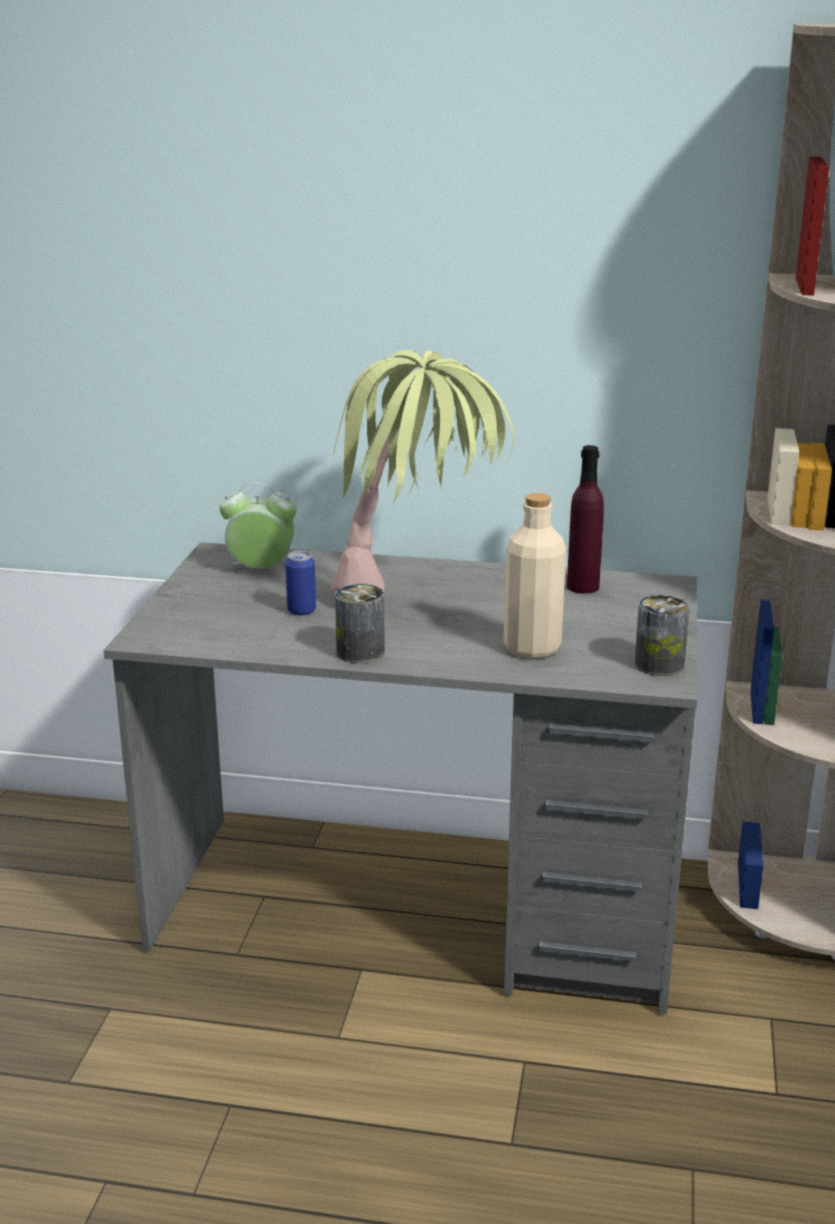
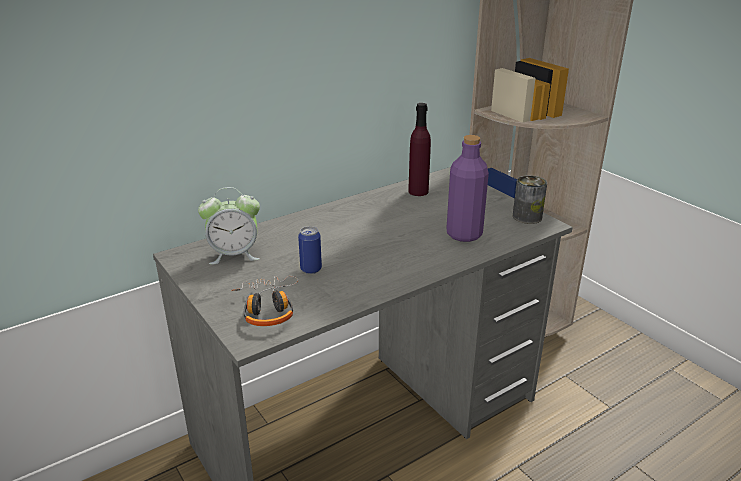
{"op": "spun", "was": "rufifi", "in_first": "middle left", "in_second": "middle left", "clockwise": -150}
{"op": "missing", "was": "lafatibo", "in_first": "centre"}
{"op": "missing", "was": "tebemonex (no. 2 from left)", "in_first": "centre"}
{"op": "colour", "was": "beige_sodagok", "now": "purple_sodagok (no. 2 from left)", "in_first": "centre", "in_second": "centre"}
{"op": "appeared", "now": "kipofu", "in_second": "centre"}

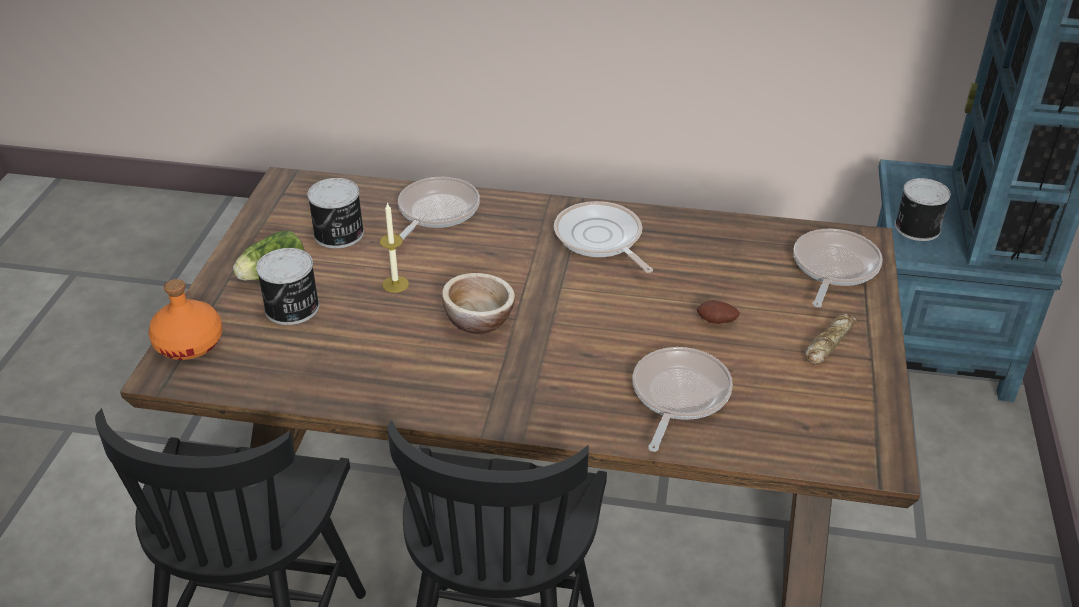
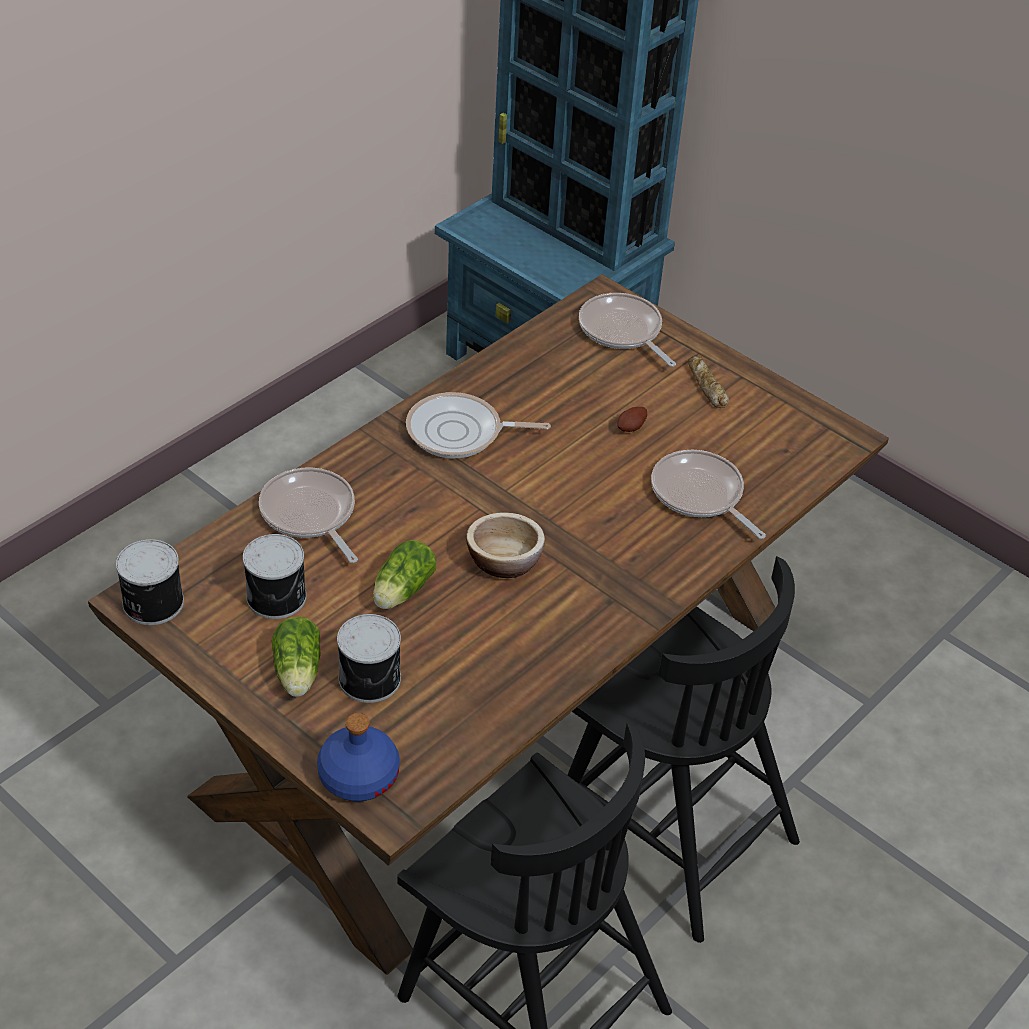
{"op": "colour", "was": "orange_sodagok", "now": "blue_sodagok", "in_first": "middle left", "in_second": "bottom centre"}
{"op": "exchanged", "was": "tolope", "now": "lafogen (no. 2 from left)", "in_first": "centre", "in_second": "centre"}
{"op": "relocated", "was": "tebemonex (no. 3 from left in the first image)", "now": "tebemonex (no. 1 from left)", "in_first": "middle right", "in_second": "middle left"}

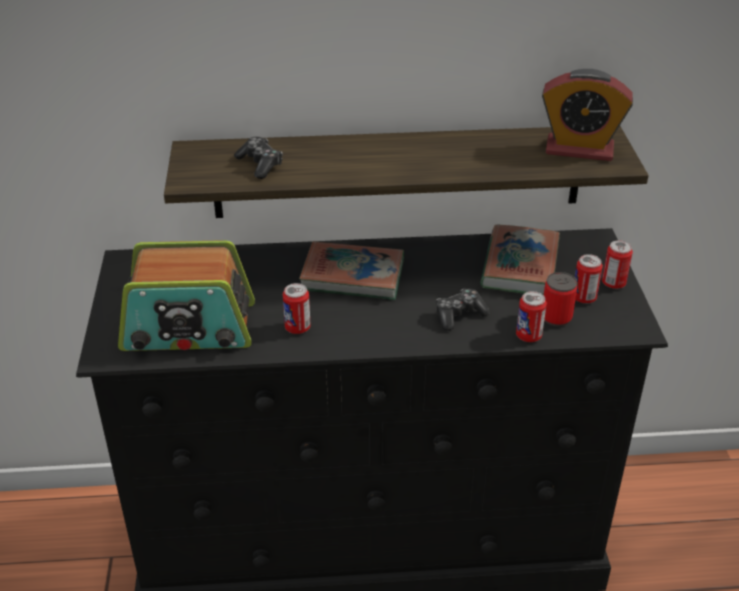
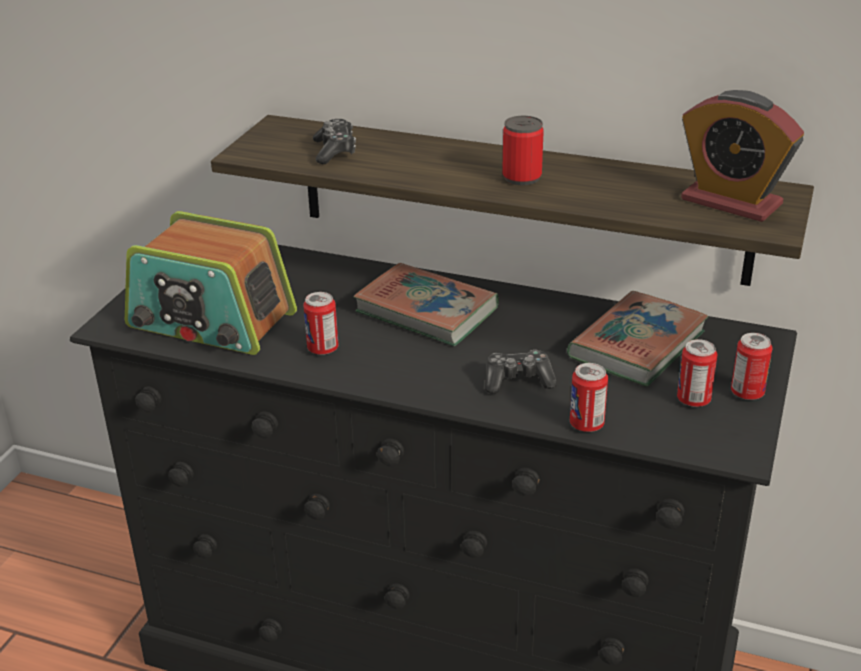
{"op": "relocated", "was": "tebemonex (no. 3 from left in the first image)", "now": "tebemonex (no. 2 from left)", "in_first": "middle right", "in_second": "top centre"}

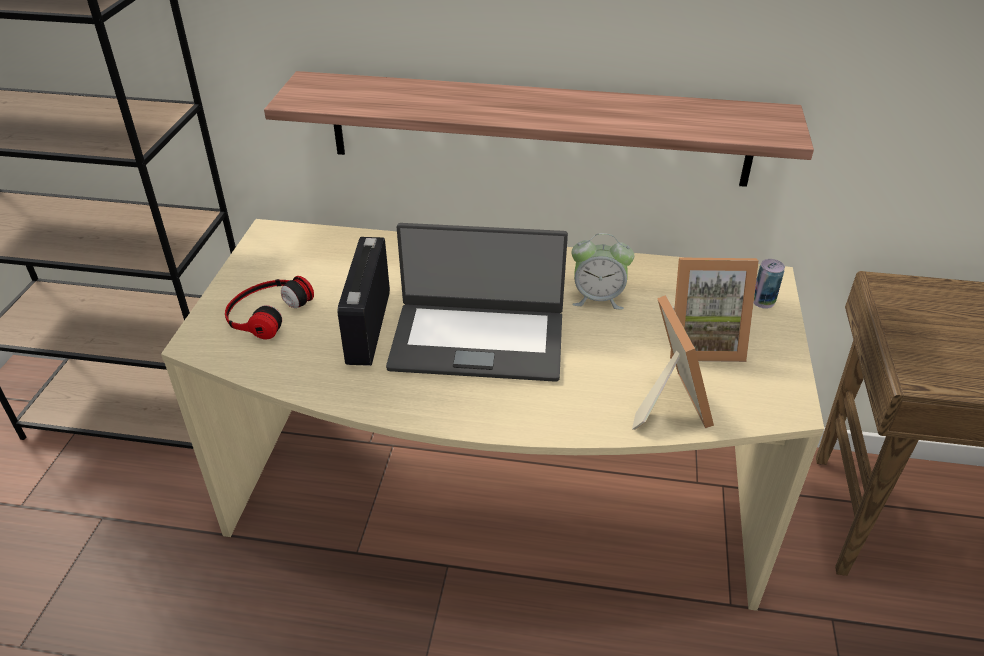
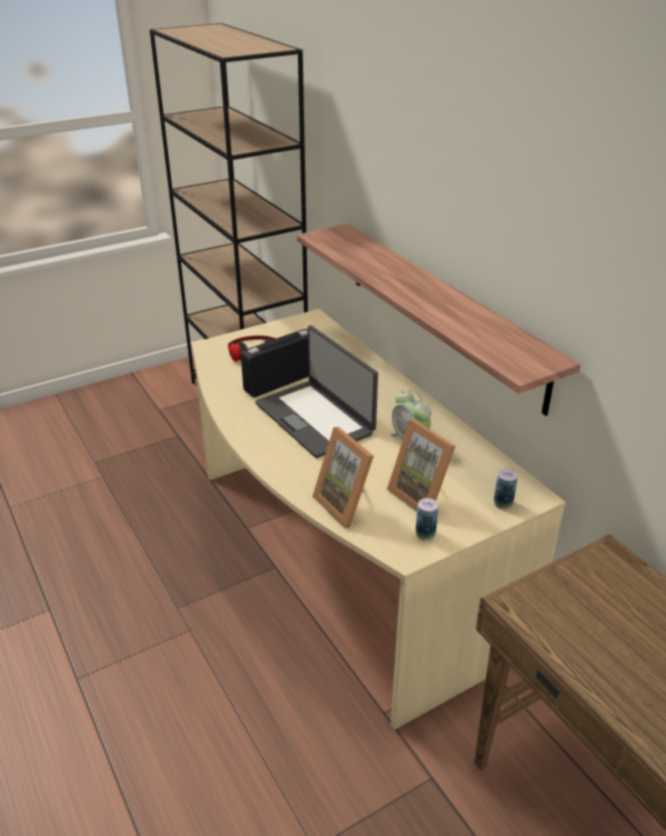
{"op": "spun", "was": "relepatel (no. 1 from left)", "in_first": "middle right", "in_second": "centre", "clockwise": 105}
{"op": "appeared", "now": "tebemonex (no. 1 from left)", "in_second": "centre"}

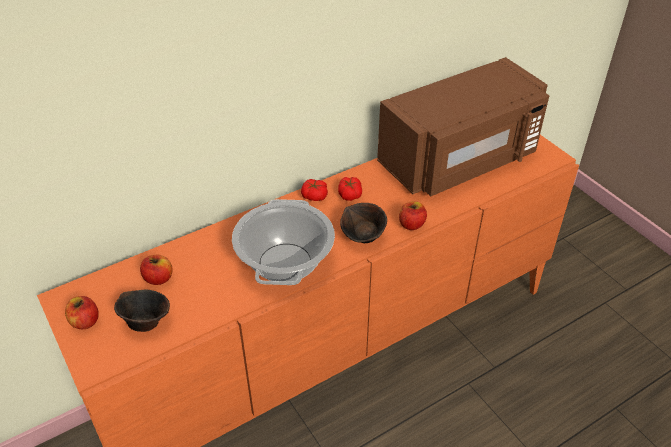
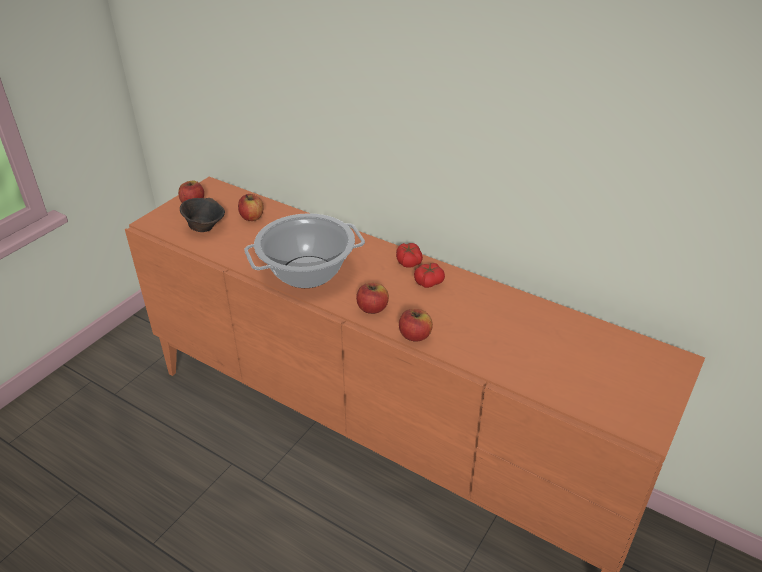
{"op": "exchanged", "was": "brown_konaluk (no. 2 from left)", "now": "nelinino (no. 3 from left)", "in_first": "centre", "in_second": "centre"}
{"op": "missing", "was": "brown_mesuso", "in_first": "top right"}

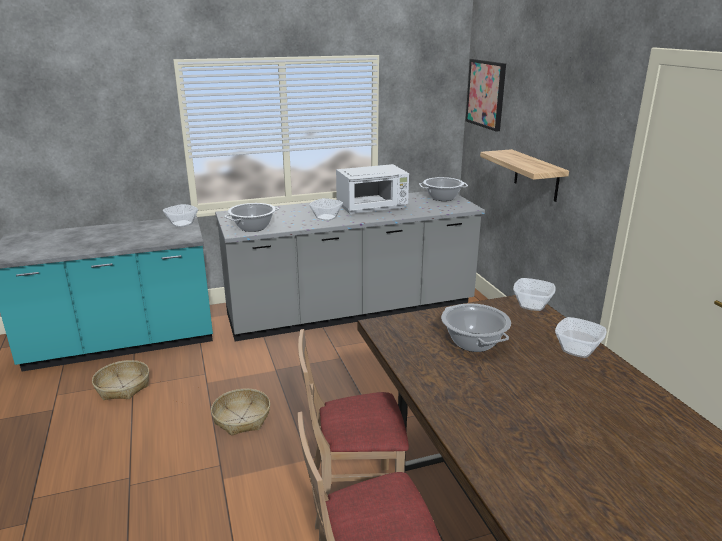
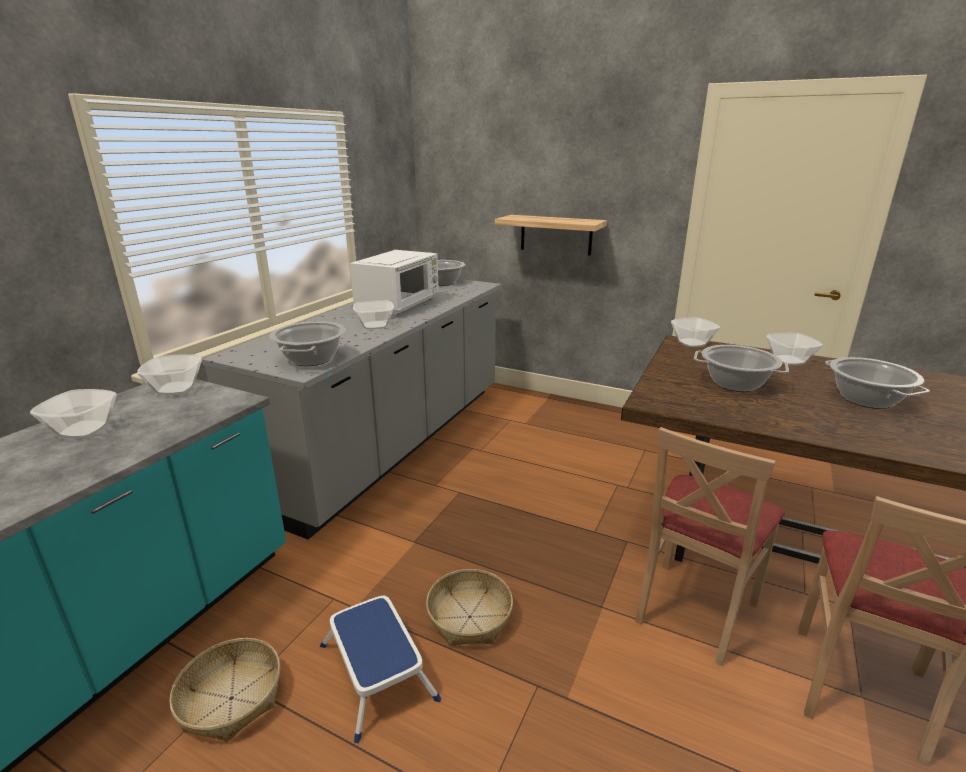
{"op": "missing", "was": "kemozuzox", "in_first": "top right"}
{"op": "appeared", "now": "konaluk (no. 1 from left)", "in_second": "middle left"}
{"op": "appeared", "now": "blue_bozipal", "in_second": "bottom centre"}
{"op": "appeared", "now": "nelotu (no. 4 from left)", "in_second": "middle right"}

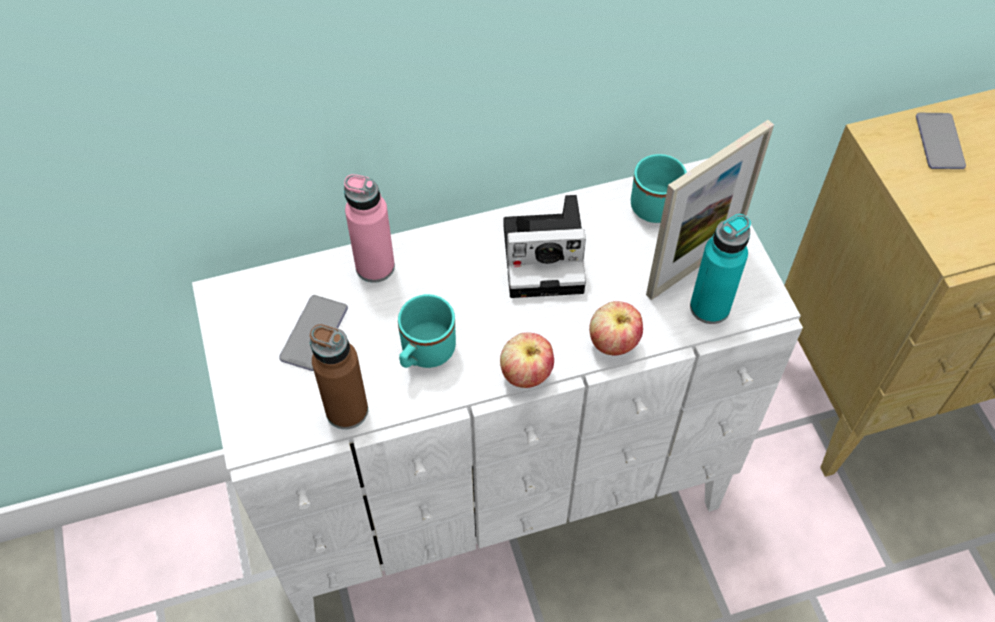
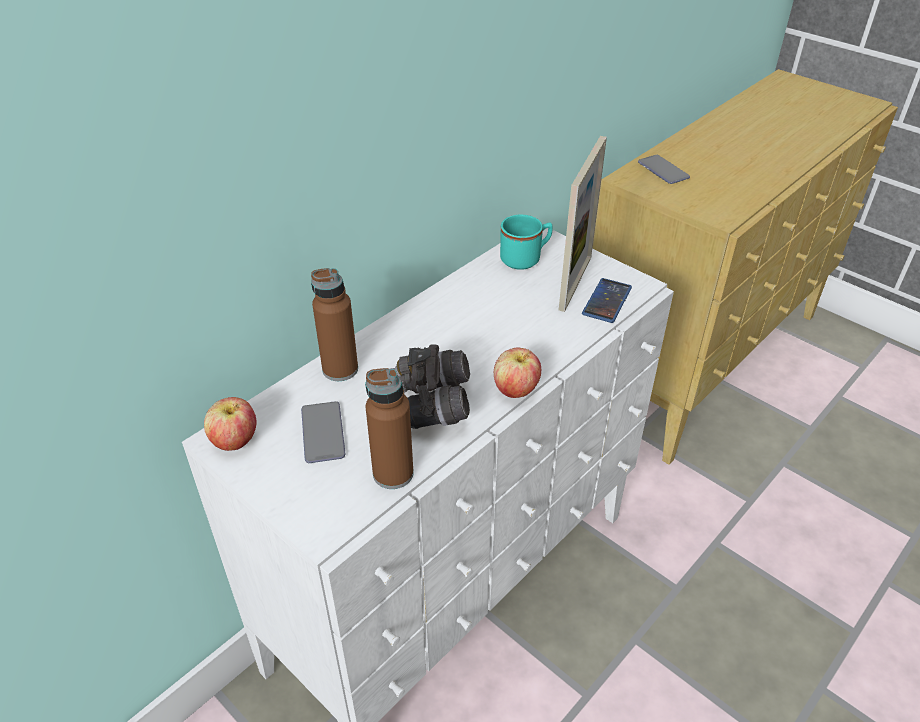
{"op": "colour", "was": "pink_sodagok", "now": "brown_sodagok (no. 1 from left)", "in_first": "centre", "in_second": "centre"}
{"op": "exchanged", "was": "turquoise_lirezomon (no. 1 from left)", "now": "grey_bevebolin", "in_first": "centre", "in_second": "centre"}
{"op": "missing", "was": "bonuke", "in_first": "centre"}
{"op": "relocated", "was": "nelinino (no. 2 from left in the first image)", "now": "nelinino (no. 1 from left)", "in_first": "centre", "in_second": "middle left"}
{"op": "exchanged", "was": "turquoise_sodagok", "now": "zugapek (no. 2 from left)", "in_first": "middle right", "in_second": "centre"}

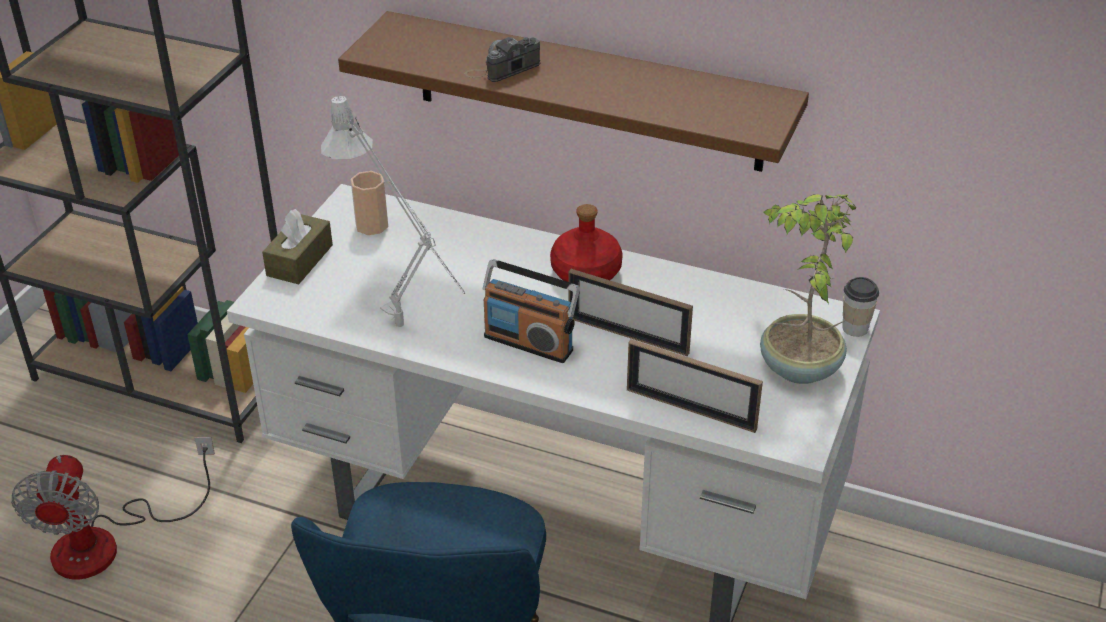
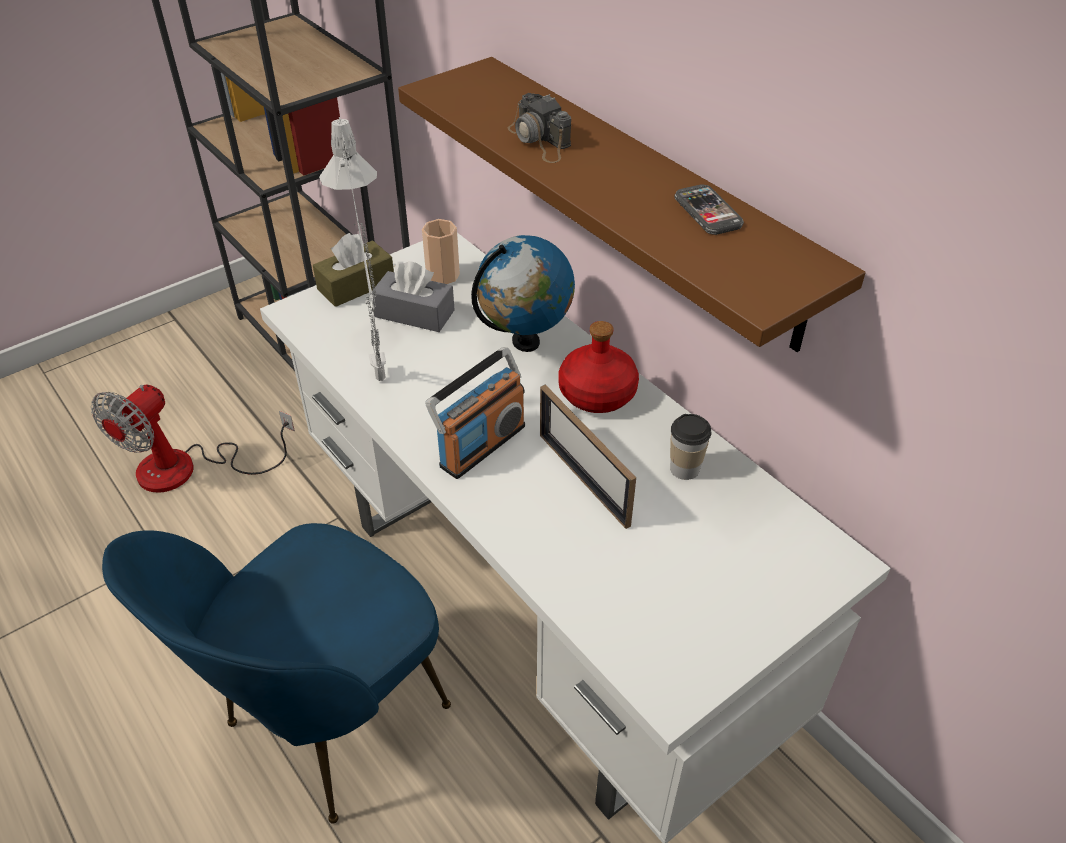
{"op": "spun", "was": "bonuke", "in_first": "top centre", "in_second": "top centre", "clockwise": -120}
{"op": "spun", "was": "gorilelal", "in_first": "centre", "in_second": "centre", "clockwise": -105}
{"op": "missing", "was": "relepatel (no. 2 from left)", "in_first": "centre"}
{"op": "missing", "was": "lafatibo", "in_first": "middle right"}
{"op": "relocated", "was": "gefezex (no. 2 from left)", "in_first": "middle right", "in_second": "centre"}
{"op": "appeared", "now": "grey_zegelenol", "in_second": "centre"}
{"op": "appeared", "now": "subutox", "in_second": "centre"}
{"op": "appeared", "now": "zugapek", "in_second": "top centre"}

